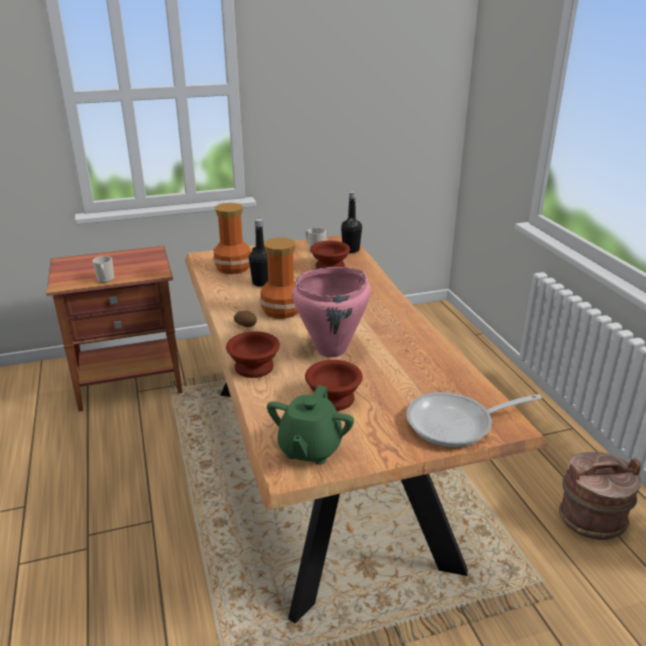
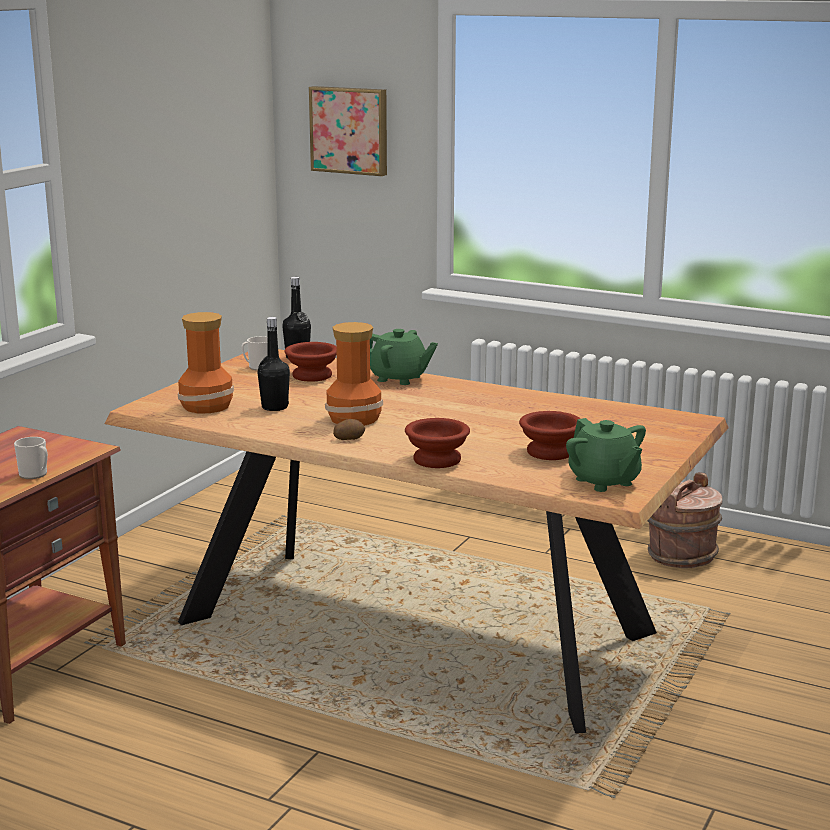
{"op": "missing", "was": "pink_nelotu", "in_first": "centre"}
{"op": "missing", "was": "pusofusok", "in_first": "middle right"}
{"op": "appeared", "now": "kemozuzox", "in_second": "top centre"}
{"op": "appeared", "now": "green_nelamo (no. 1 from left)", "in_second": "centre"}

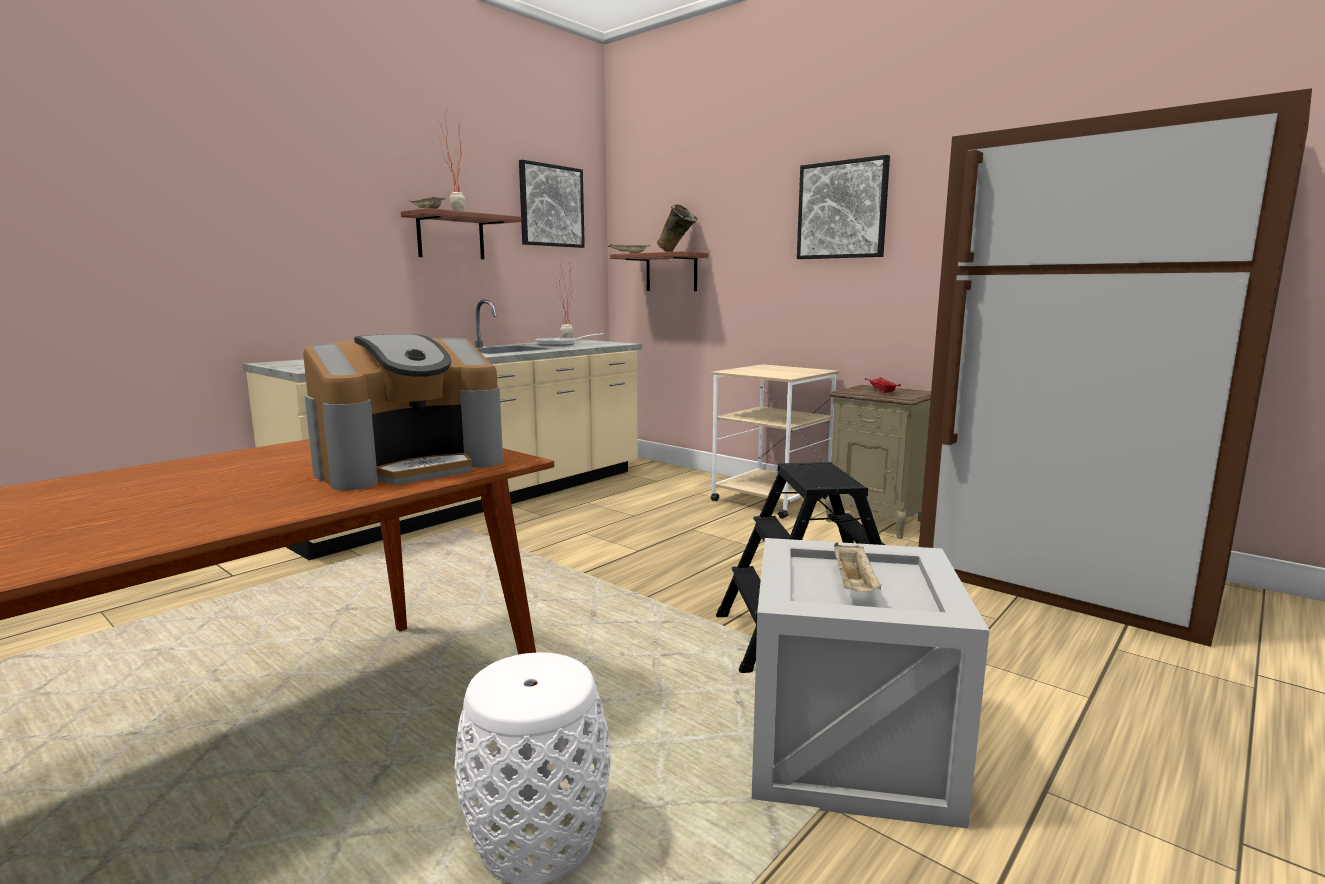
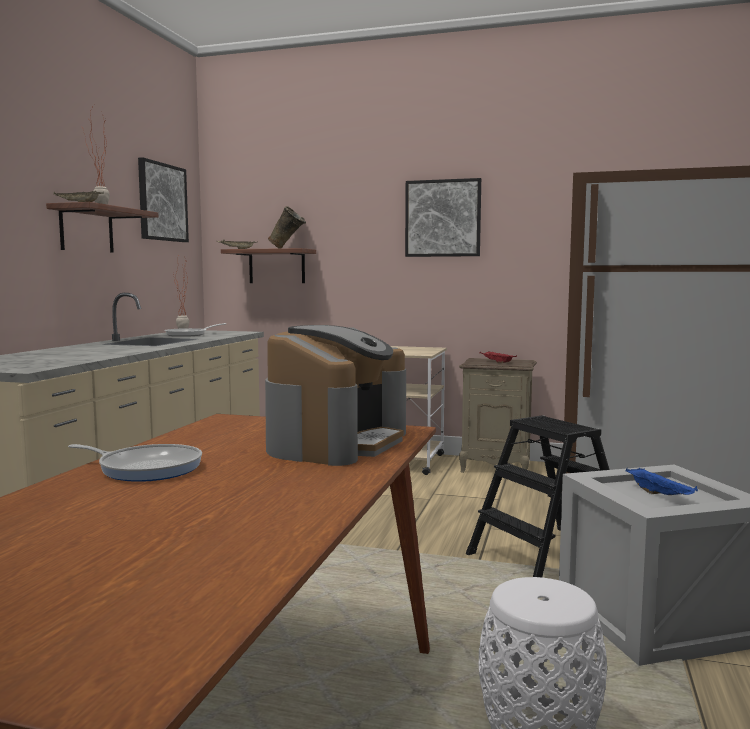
{"op": "colour", "was": "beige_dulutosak (no. 3 from left)", "now": "blue_dulutosak", "in_first": "centre", "in_second": "middle right"}
{"op": "appeared", "now": "pusofusok (no. 1 from left)", "in_second": "middle left"}

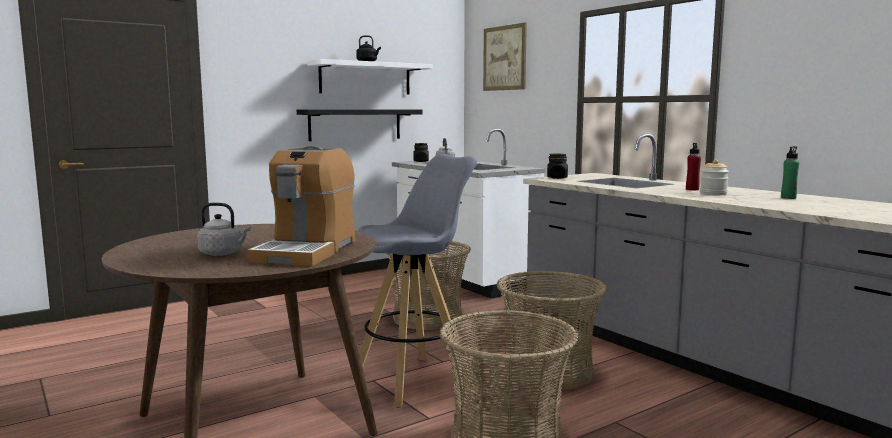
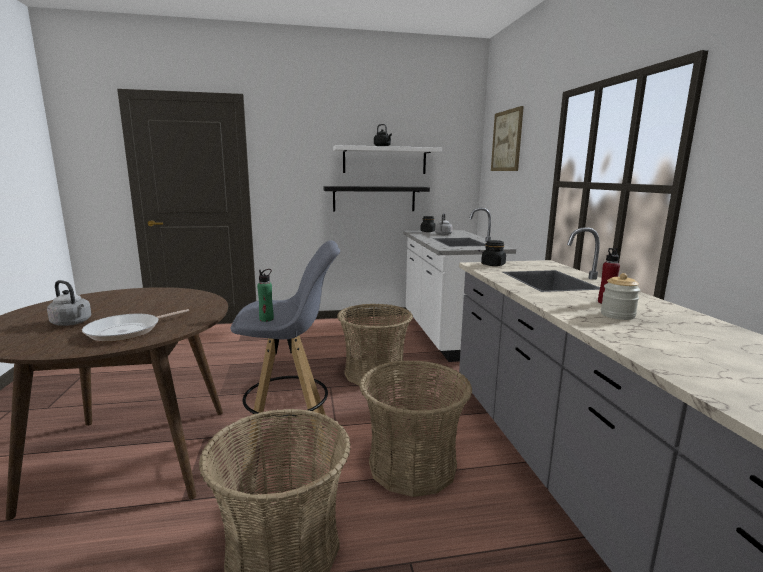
{"op": "exchanged", "was": "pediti", "now": "pusofusok", "in_first": "centre", "in_second": "middle left"}
{"op": "relocated", "was": "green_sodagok", "in_first": "middle right", "in_second": "centre"}

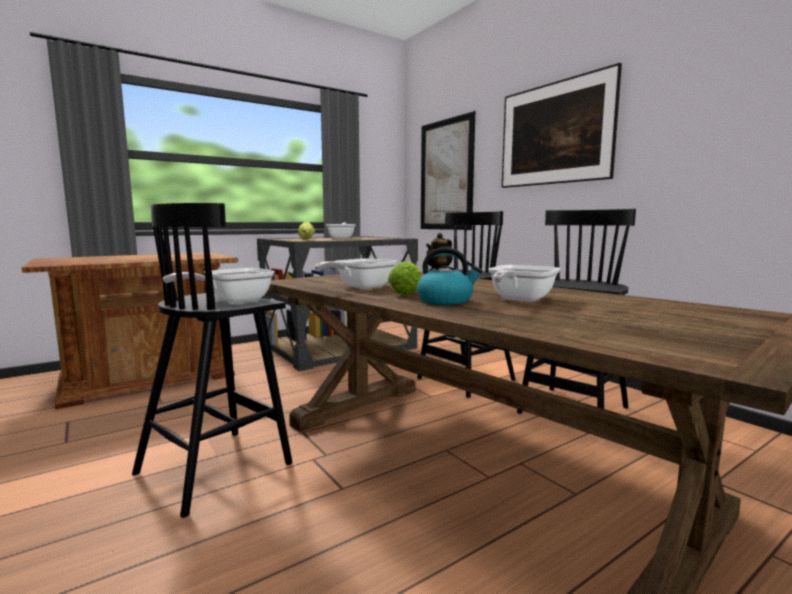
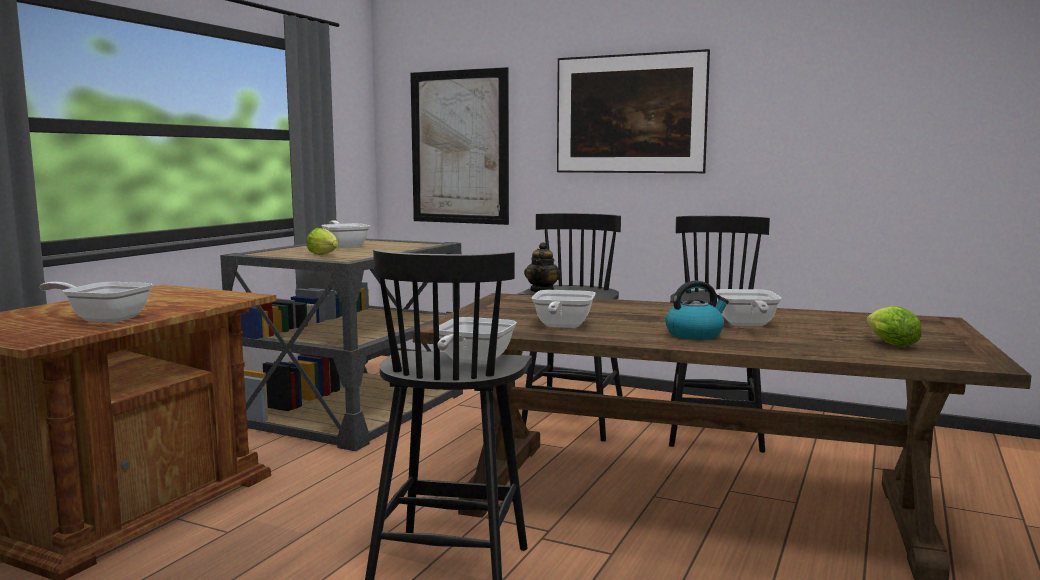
{"op": "relocated", "was": "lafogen (no. 2 from left)", "in_first": "centre", "in_second": "middle right"}
{"op": "appeared", "now": "pusofusok (no. 1 from left)", "in_second": "middle left"}

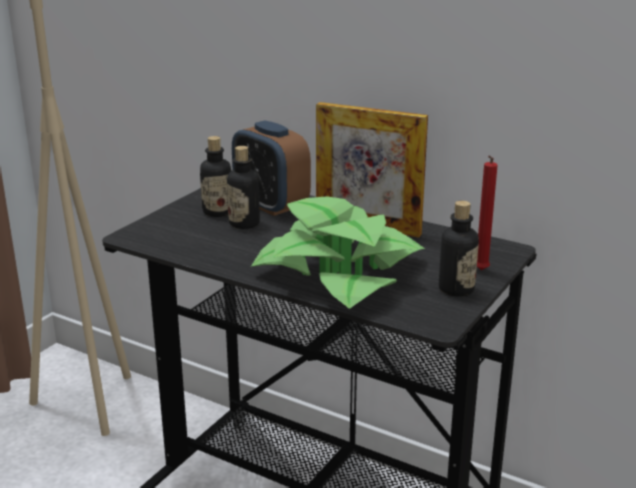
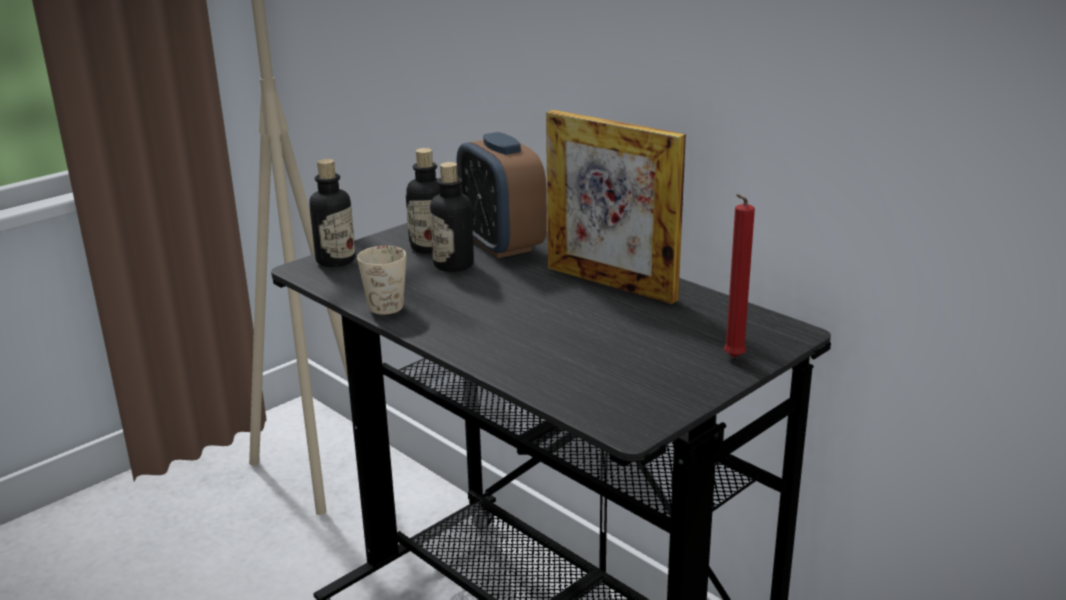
{"op": "missing", "was": "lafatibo", "in_first": "centre"}
{"op": "relocated", "was": "sodagok (no. 3 from left in the first image)", "now": "sodagok (no. 1 from left)", "in_first": "middle right", "in_second": "middle left"}
{"op": "appeared", "now": "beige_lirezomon", "in_second": "centre"}

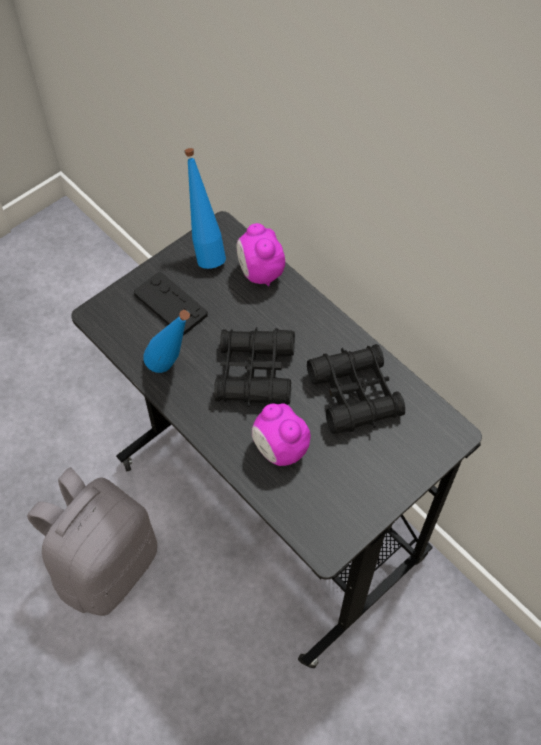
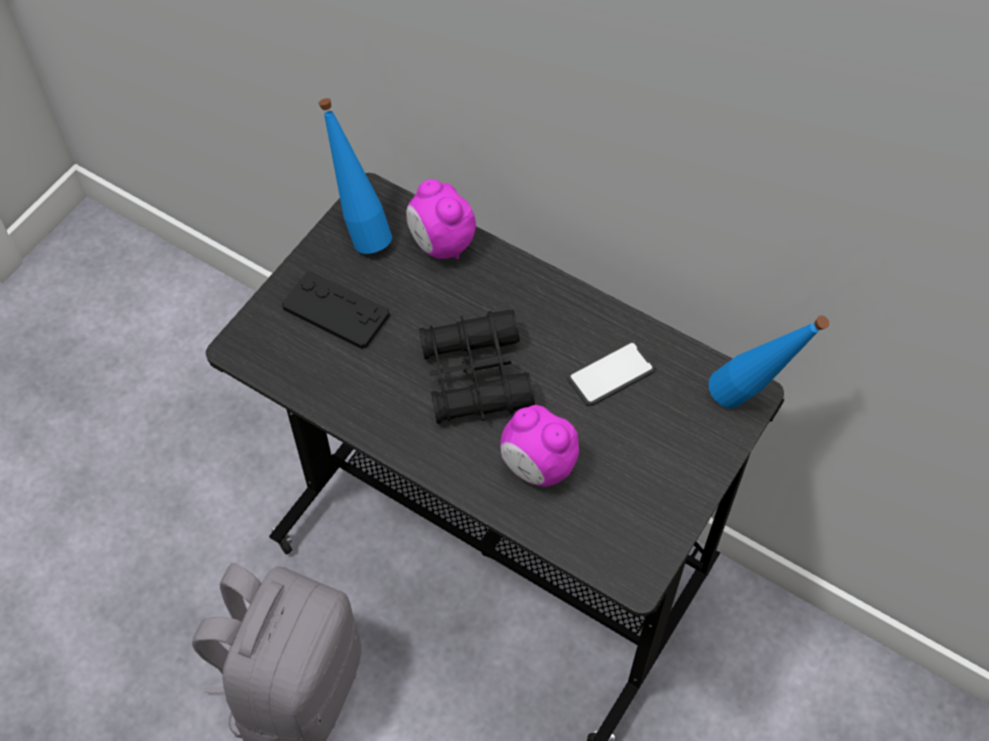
{"op": "relocated", "was": "blue_sodagok (no. 1 from left in the first image)", "now": "blue_sodagok (no. 2 from left)", "in_first": "middle left", "in_second": "middle right"}
{"op": "exchanged", "was": "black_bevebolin (no. 2 from left)", "now": "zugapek", "in_first": "centre", "in_second": "centre"}

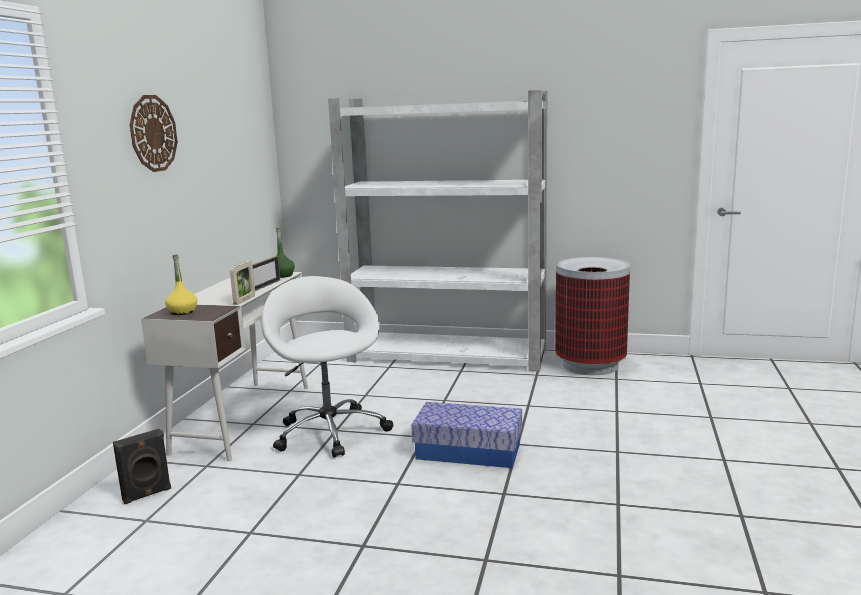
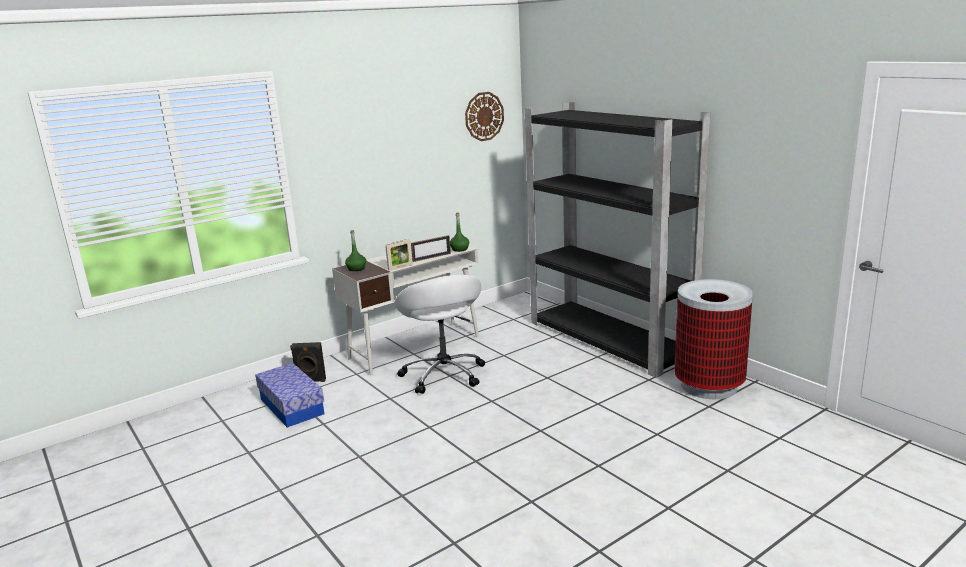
{"op": "relocated", "was": "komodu", "in_first": "top left", "in_second": "top centre"}
{"op": "colour", "was": "yellow_sodagok", "now": "green_sodagok (no. 1 from left)", "in_first": "middle left", "in_second": "centre"}
{"op": "spun", "was": "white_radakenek", "in_first": "centre", "in_second": "centre", "clockwise": 150}
{"op": "colour", "was": "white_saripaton", "now": "black_saripaton", "in_first": "centre", "in_second": "centre"}
{"op": "relocated", "was": "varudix", "in_first": "bottom centre", "in_second": "bottom left"}

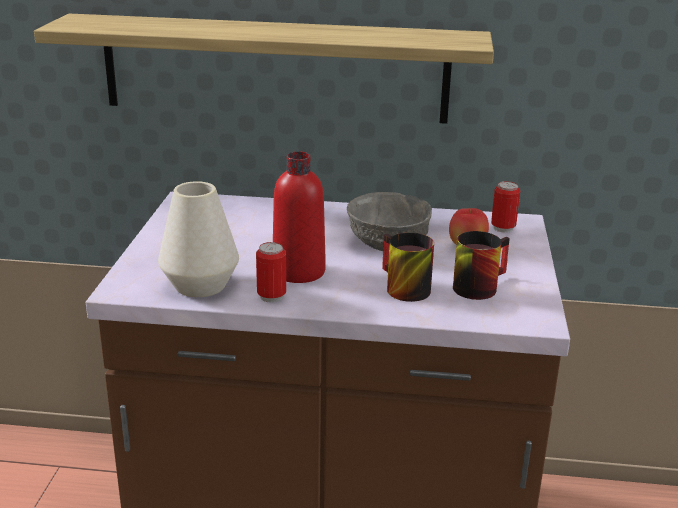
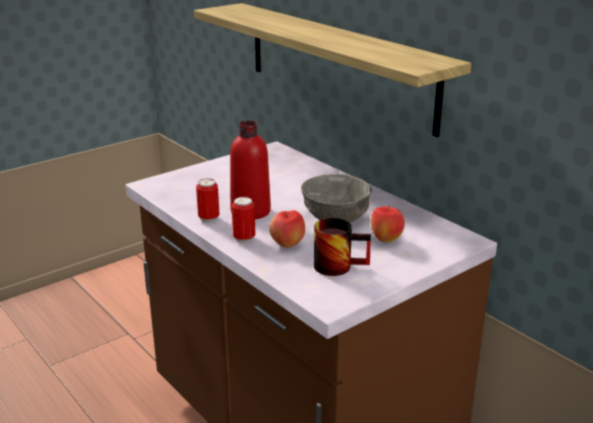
{"op": "missing", "was": "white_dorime", "in_first": "middle left"}
{"op": "exchanged", "was": "lirezomon (no. 1 from left)", "now": "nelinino (no. 1 from left)", "in_first": "centre", "in_second": "centre"}
{"op": "relocated", "was": "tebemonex (no. 2 from left)", "in_first": "middle right", "in_second": "centre"}

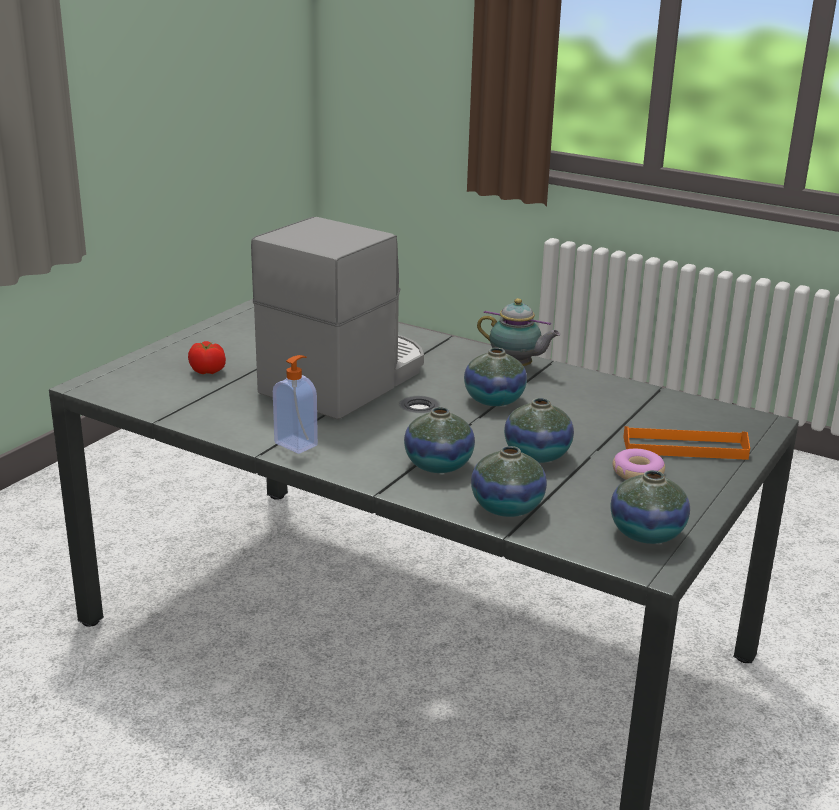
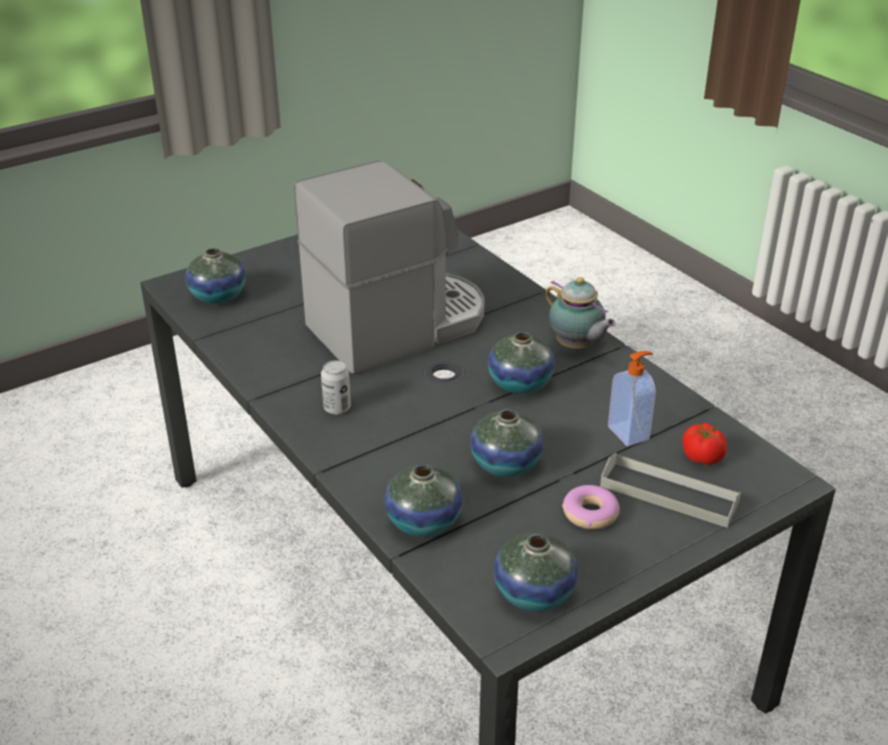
{"op": "relocated", "was": "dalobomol", "in_first": "middle left", "in_second": "middle right"}
{"op": "relocated", "was": "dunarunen", "in_first": "centre", "in_second": "middle right"}
{"op": "relocated", "was": "dorime (no. 1 from left)", "in_first": "centre", "in_second": "middle left"}
{"op": "colour", "was": "orange_dulutosak", "now": "grey_dulutosak", "in_first": "middle right", "in_second": "middle right"}
{"op": "appeared", "now": "tebemonex", "in_second": "centre"}

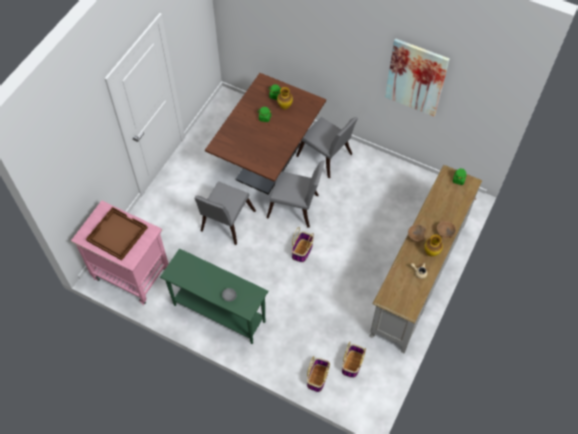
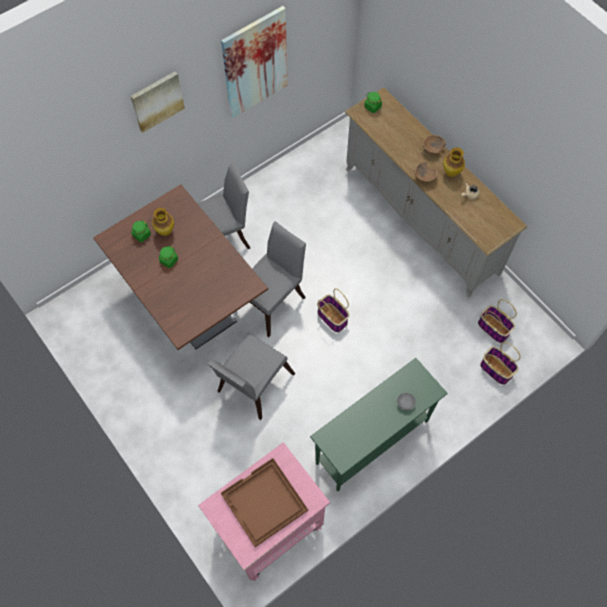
{"op": "spun", "was": "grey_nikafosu (no. 1 from left in the first image)", "in_first": "centre", "in_second": "centre", "clockwise": 75}
{"op": "appeared", "now": "kemozuzox (no. 1 from left)", "in_second": "top left"}

